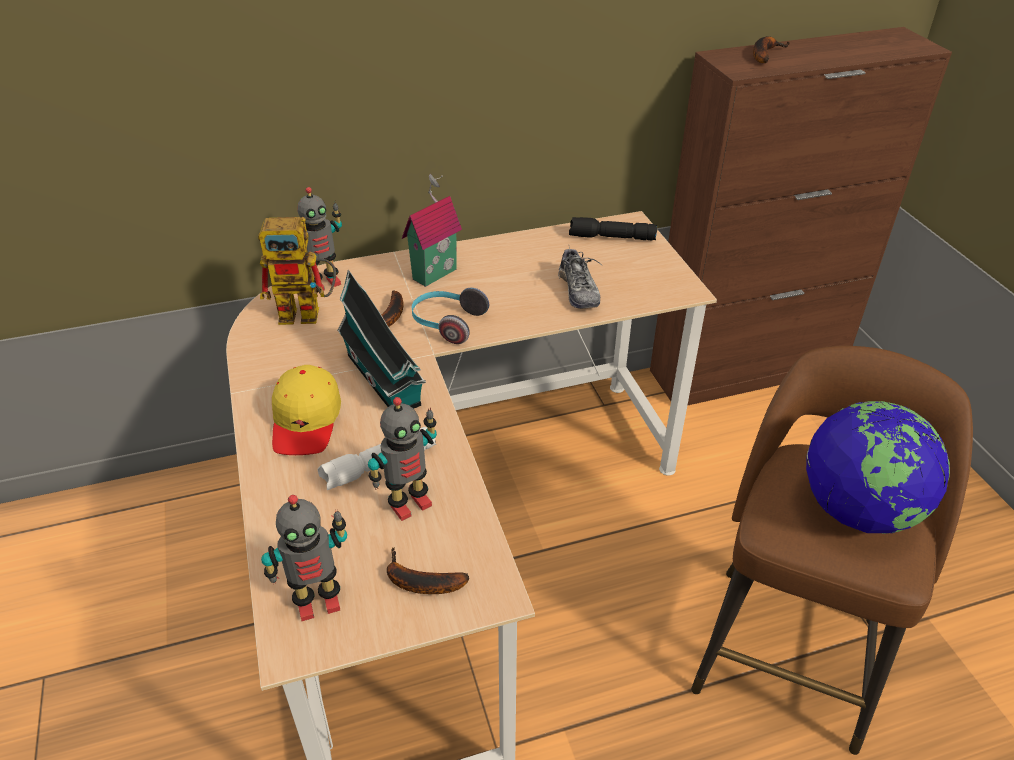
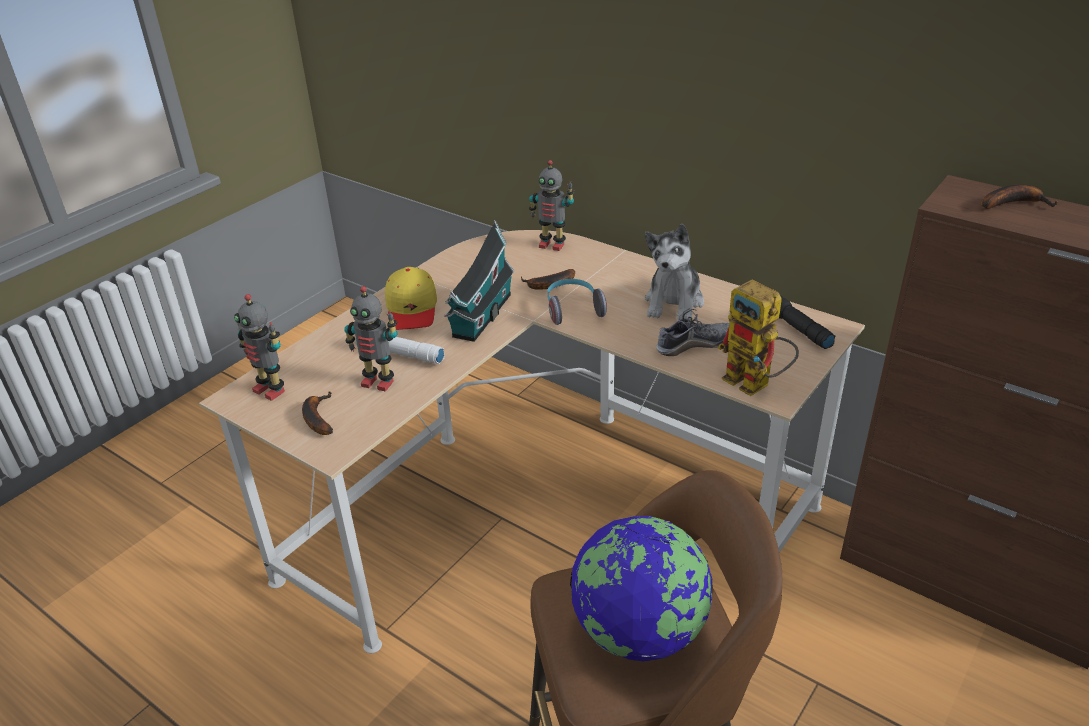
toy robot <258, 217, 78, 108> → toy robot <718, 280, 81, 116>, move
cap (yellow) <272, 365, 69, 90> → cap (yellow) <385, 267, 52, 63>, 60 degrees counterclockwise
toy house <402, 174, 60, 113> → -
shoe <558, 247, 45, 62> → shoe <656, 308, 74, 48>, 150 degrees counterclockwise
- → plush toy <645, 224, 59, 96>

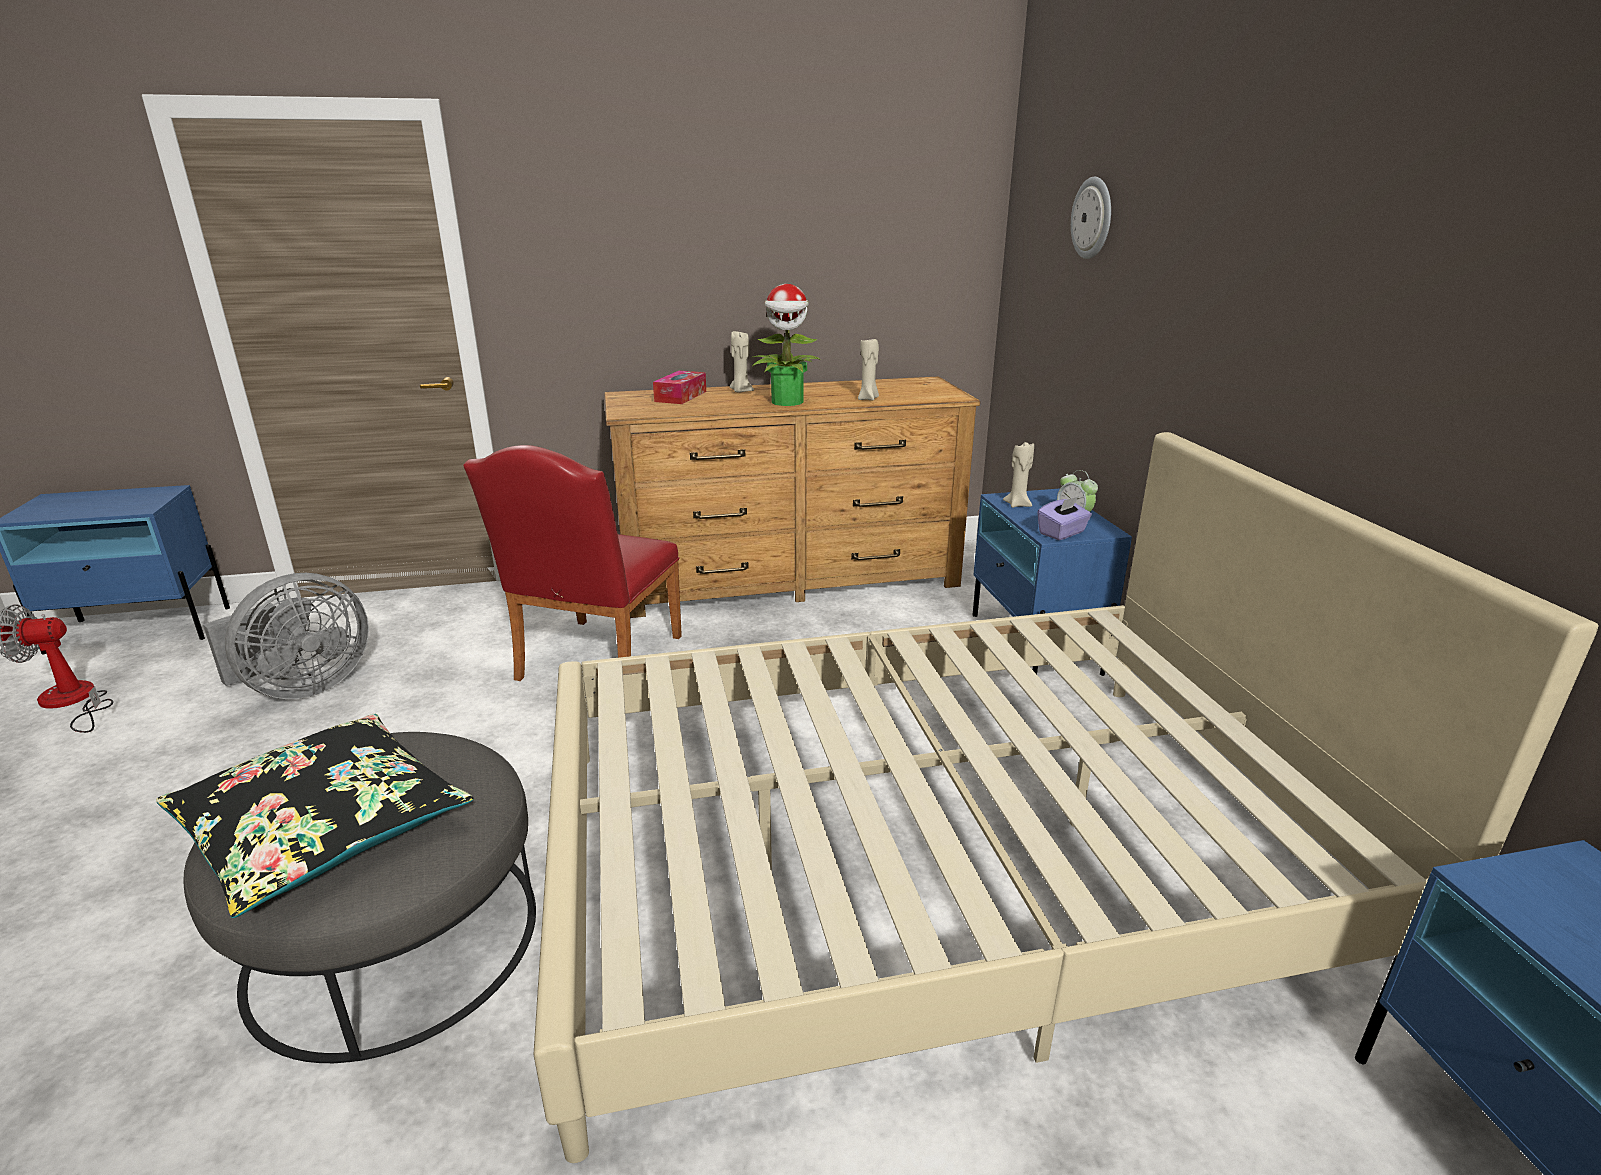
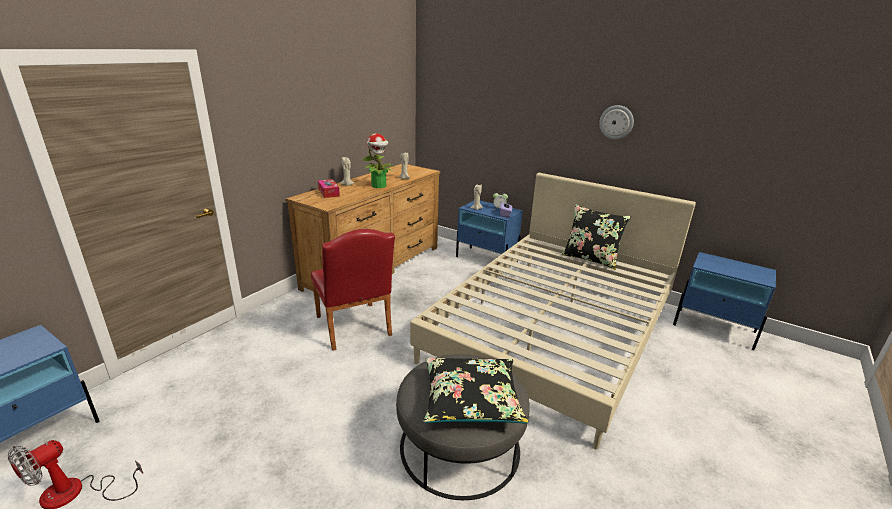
fan (grey) <203, 573, 166, 126> → -
wall clock <1071, 177, 40, 82> → wall clock <599, 105, 35, 35>, move
- → pillow (black) <561, 204, 70, 66>

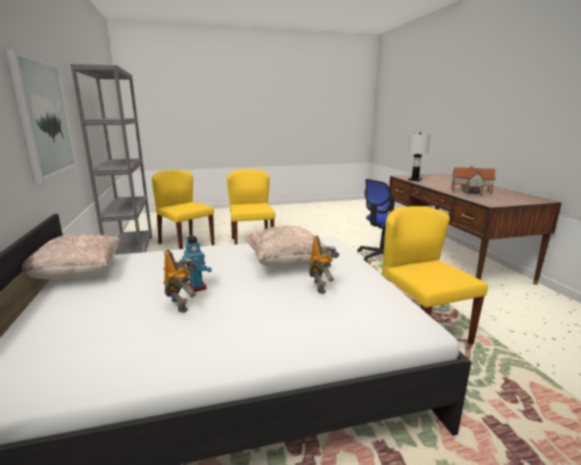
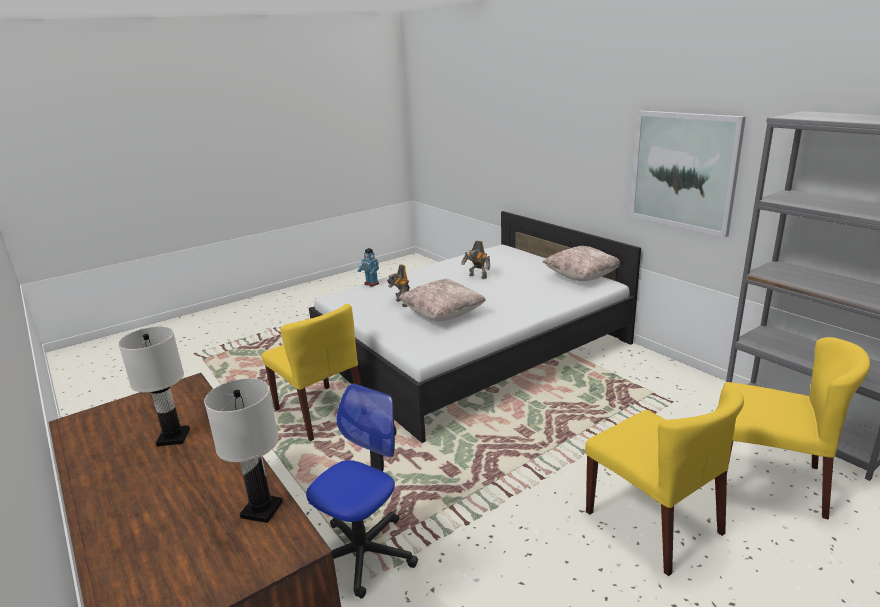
toy robot <182, 236, 30, 56> → toy robot <358, 248, 21, 39>, move
toy house <451, 166, 45, 30> → table lamp (white) <118, 327, 72, 119>

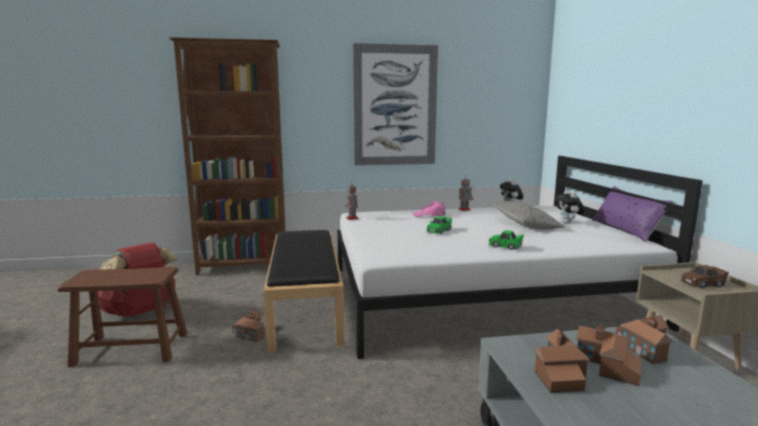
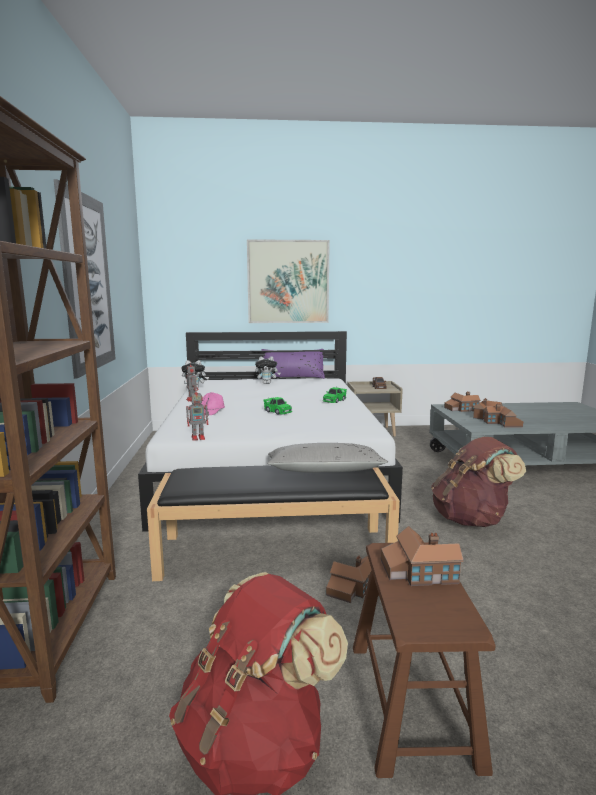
pillow (grey) <491, 201, 73, 29> → pillow (grey) <267, 443, 121, 29>, move
- → picture <247, 239, 83, 84>
- → toy house <381, 526, 83, 60>
- → backpack (brown) <431, 437, 95, 90>

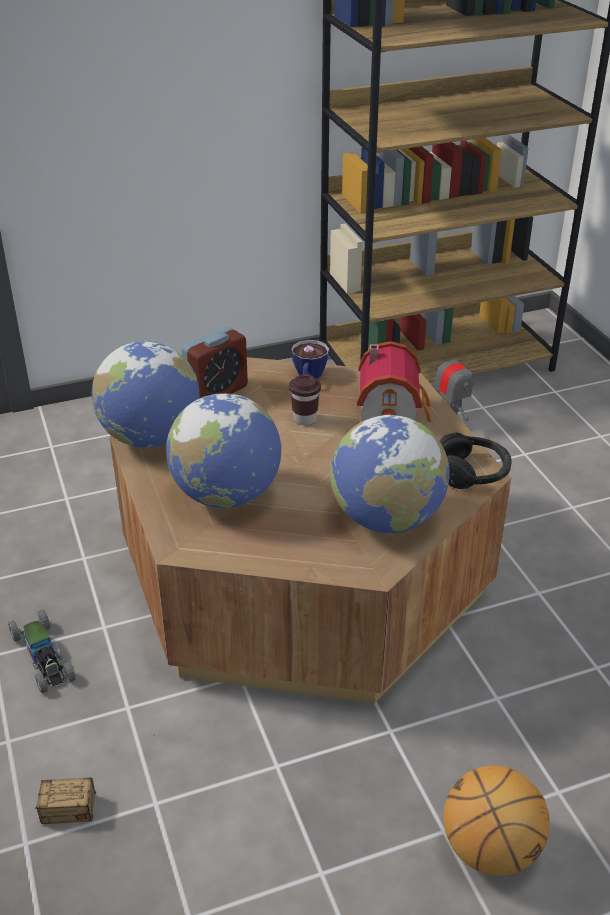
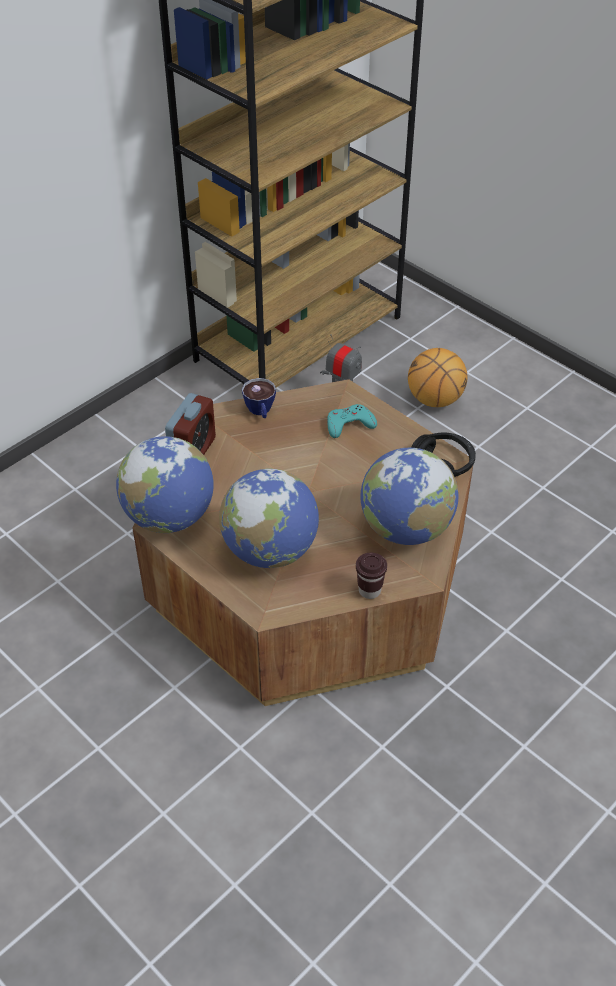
toy car <8, 610, 68, 83> → -
storage box <35, 734, 119, 90> → -
cup (brown) <289, 374, 32, 51> → cup (brown) <356, 553, 31, 46>, move
toy house <357, 341, 75, 81> → game controller (turquoise) <327, 404, 50, 34>
basketball <443, 765, 107, 111> → basketball <408, 348, 60, 59>, move

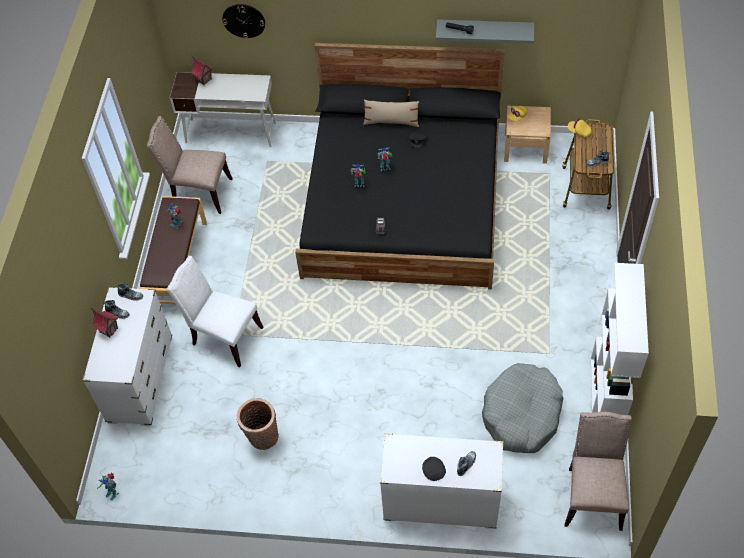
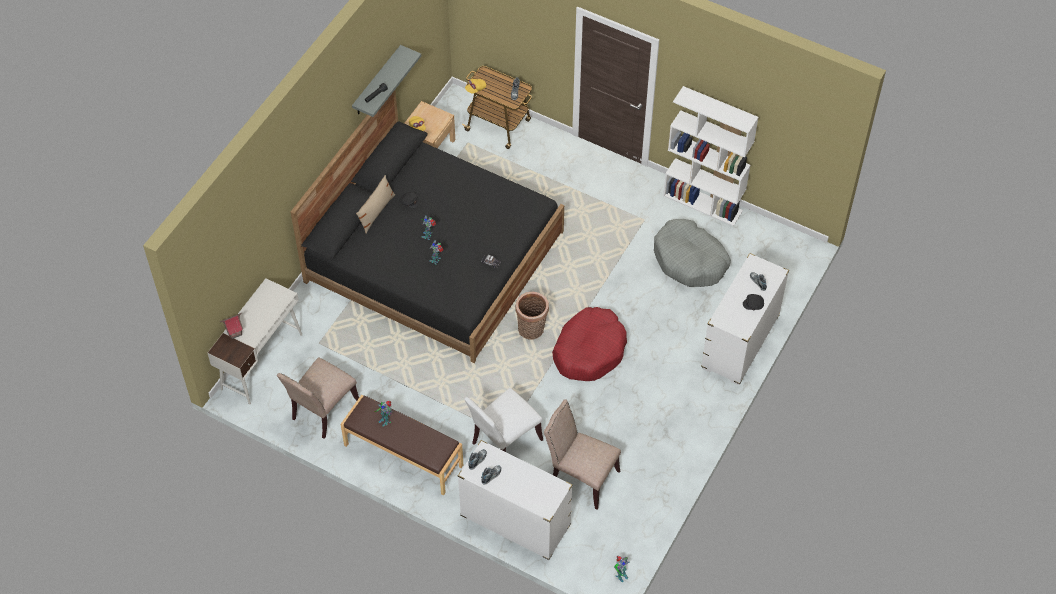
toy house <91, 308, 27, 30> → -
wall clock <222, 4, 43, 35> → -
basket <237, 398, 42, 52> → basket <516, 292, 33, 48>, move
chair (beige) <565, 412, 67, 119> → chair (beige) <544, 399, 77, 111>, move
- → dog bed (red) <552, 307, 75, 74>

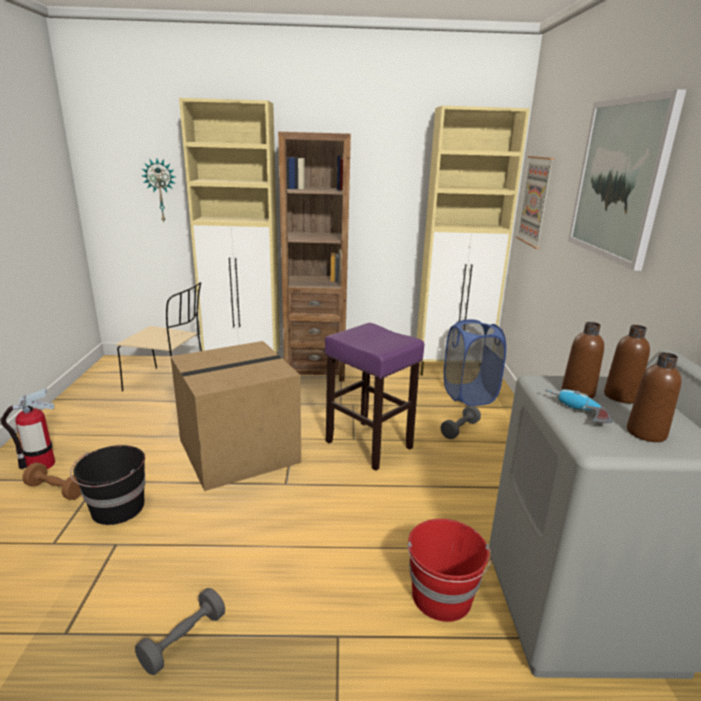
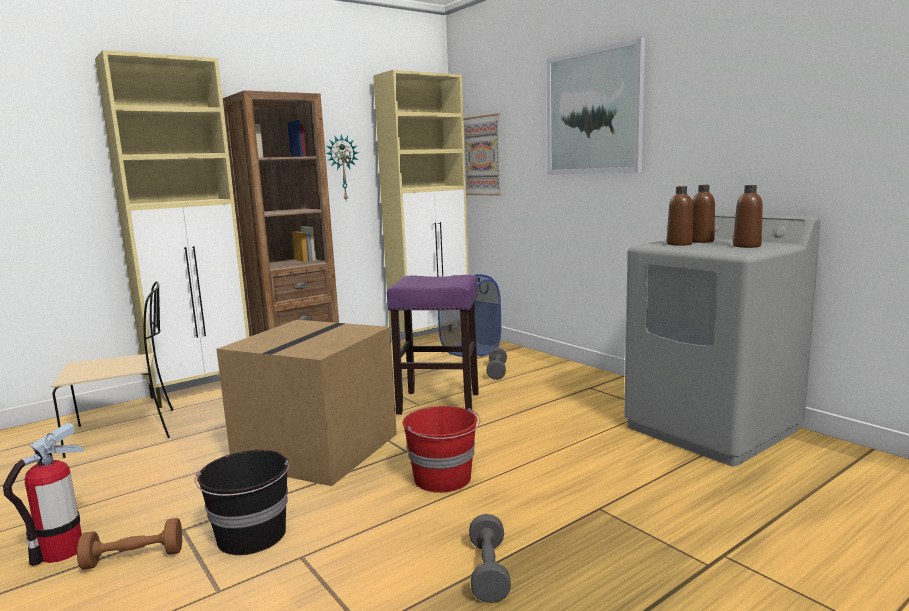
wall clock <142, 159, 34, 63> → wall clock <326, 134, 33, 66>, move
bucket (red) <407, 519, 85, 103> → bucket (red) <403, 406, 77, 87>, move
power drill <545, 389, 67, 34> → -

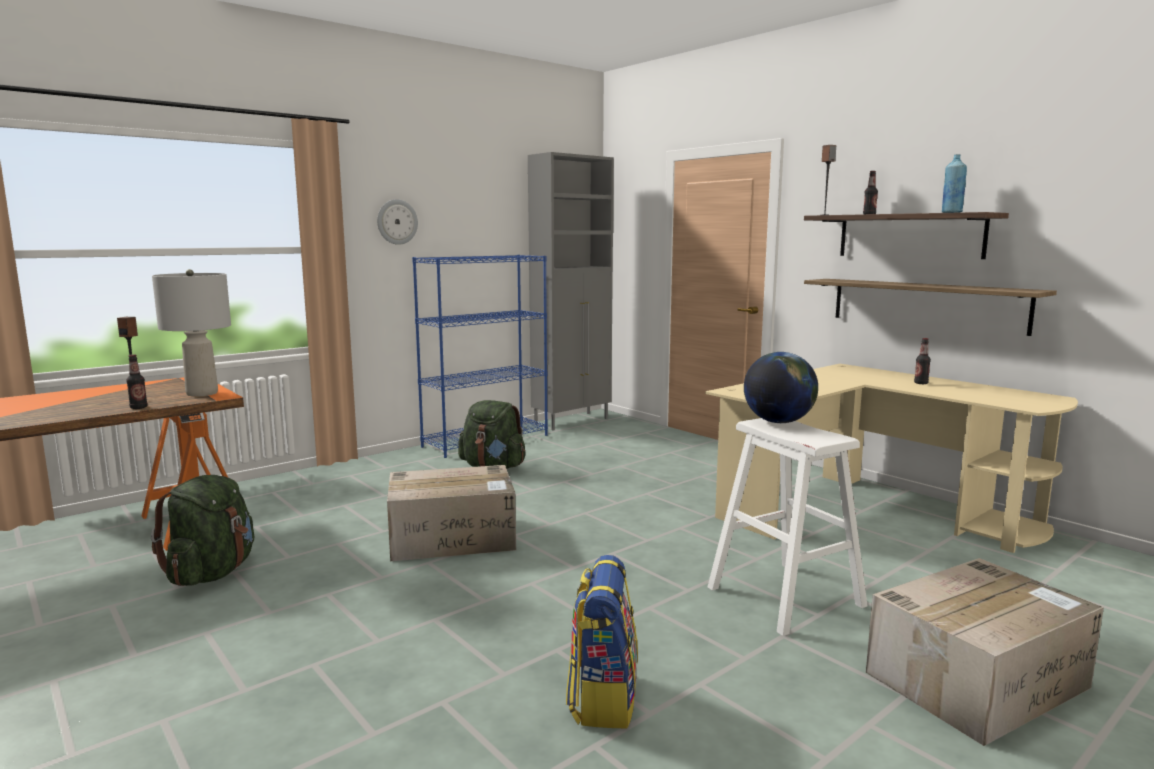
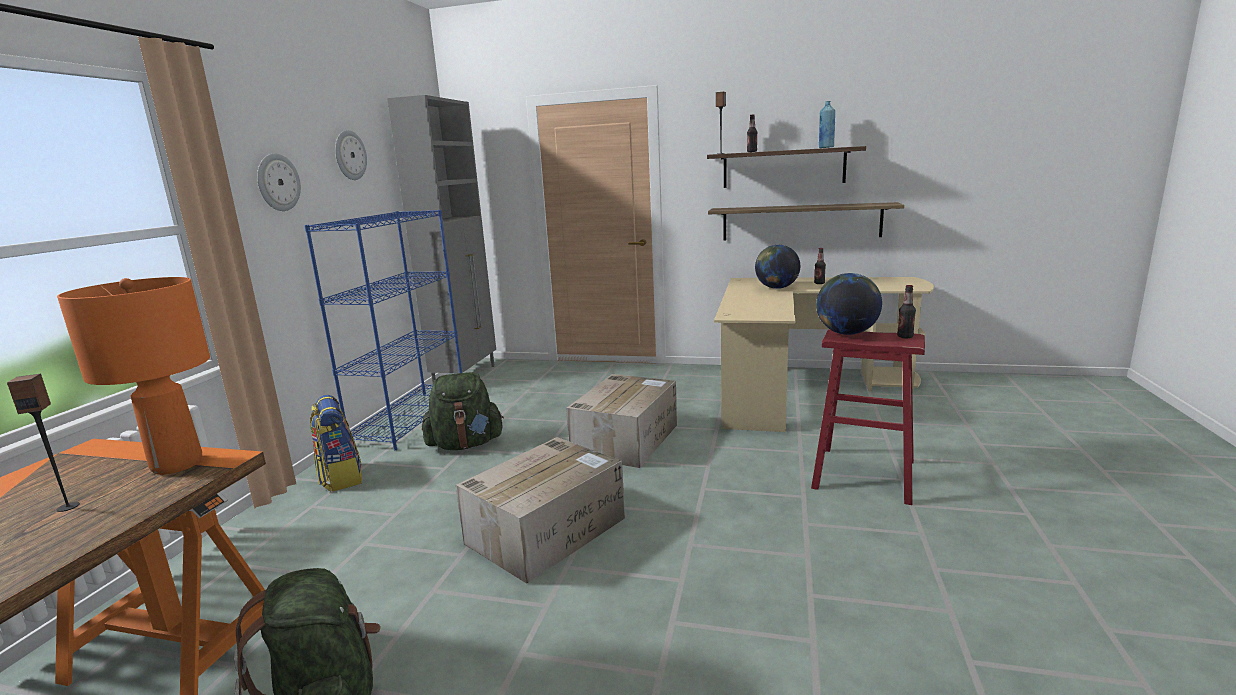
bottle <126, 354, 22, 55> → bottle <897, 285, 19, 53>, move
table lamp (grey) <152, 269, 79, 128> → table lamp (orange) <57, 277, 153, 198>
backpack <566, 555, 72, 173> → backpack <310, 395, 52, 97>, move
stool (white) <708, 418, 160, 218> → stool (red) <811, 329, 114, 176>
cardboard box <866, 558, 238, 188> → cardboard box <566, 374, 111, 94>, move
- → wall clock <335, 130, 32, 50>
- → globe <755, 245, 45, 44>

